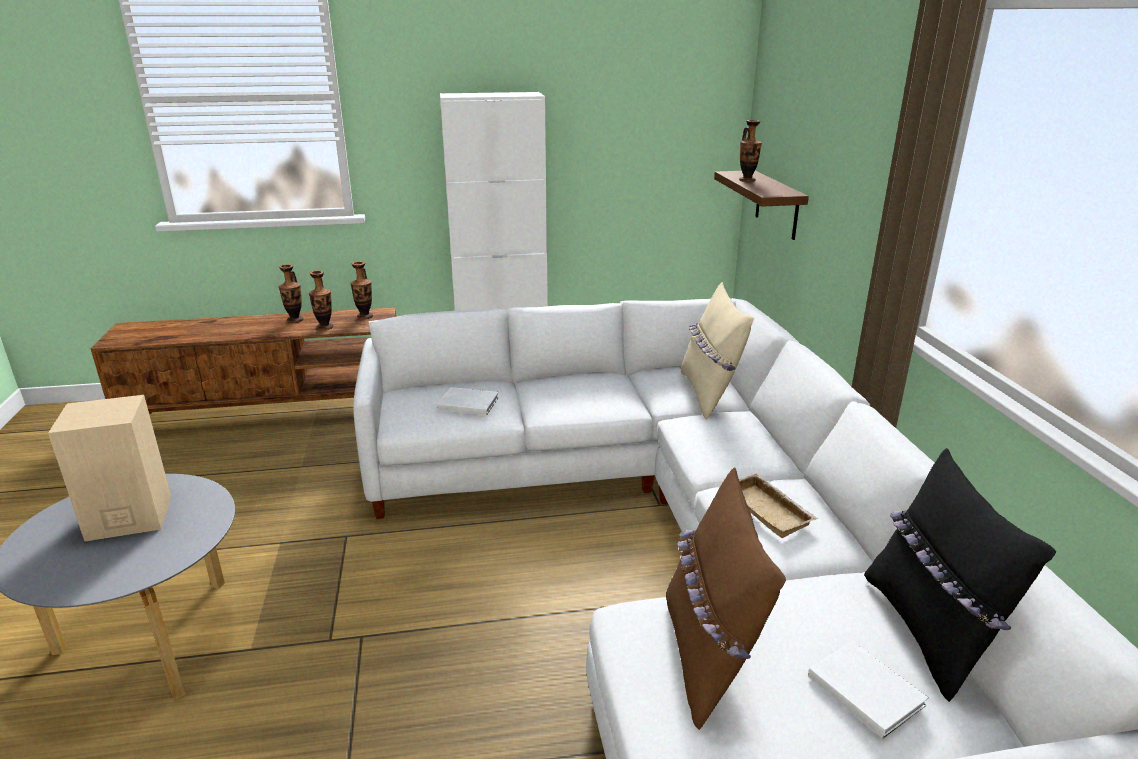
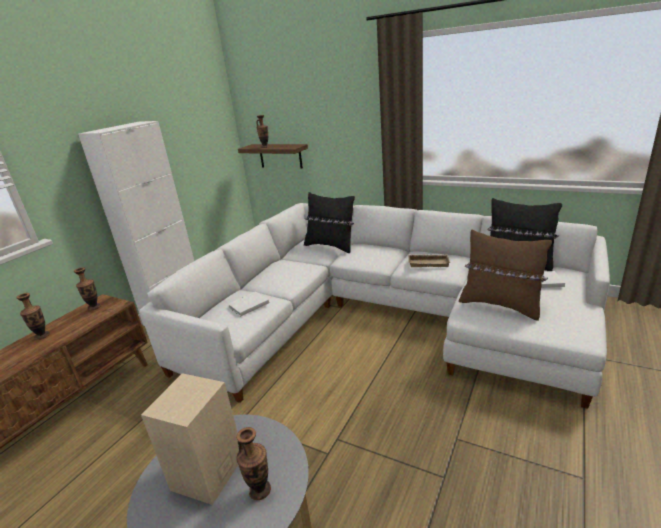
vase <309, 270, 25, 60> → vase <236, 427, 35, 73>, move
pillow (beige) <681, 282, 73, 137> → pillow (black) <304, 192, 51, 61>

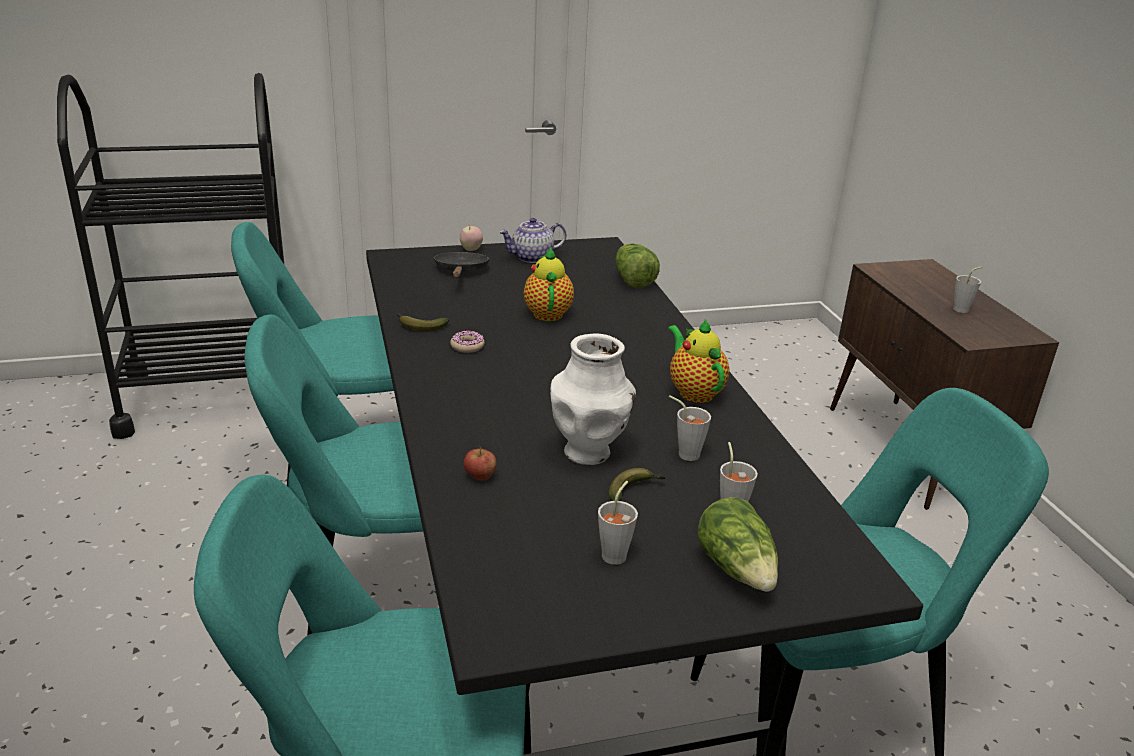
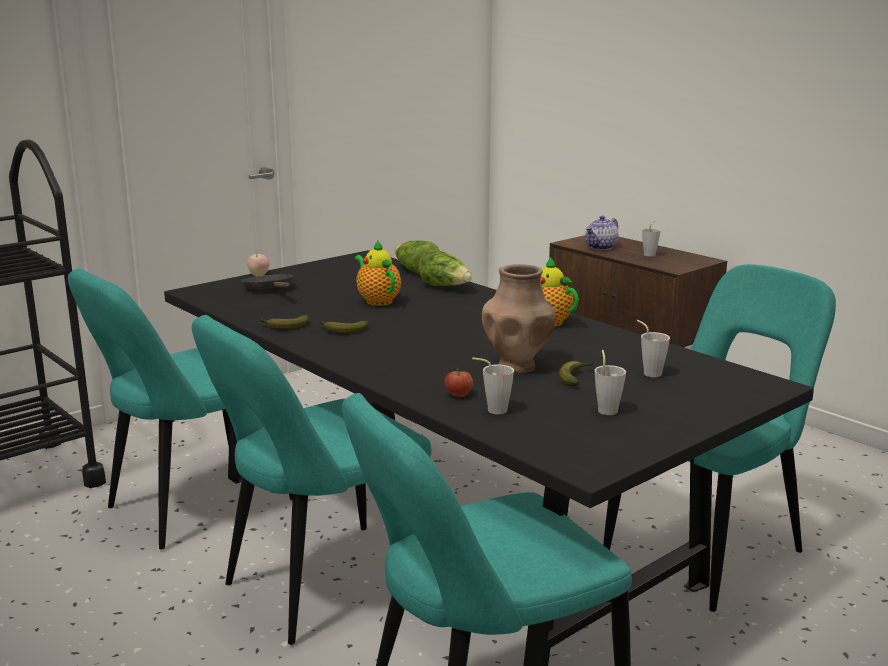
donut <450, 330, 34, 23> → banana <319, 320, 50, 13>
teapot <499, 218, 67, 45> → teapot <585, 216, 34, 34>, move
vase (white) <551, 333, 85, 132> → vase (brown) <482, 264, 74, 109>
cup (grey) <669, 395, 42, 66> → cup (grey) <472, 357, 42, 57>, move
lettuce <697, 497, 81, 95> → lettuce <419, 249, 53, 37>, move

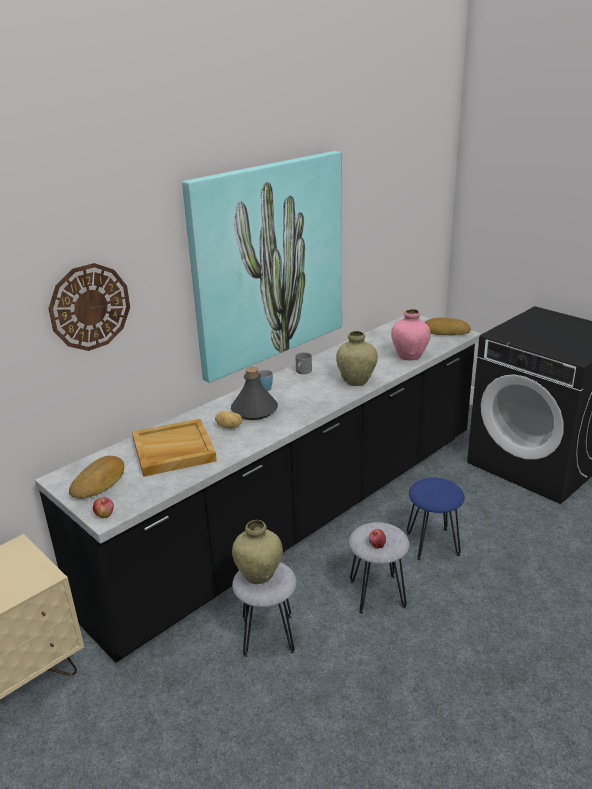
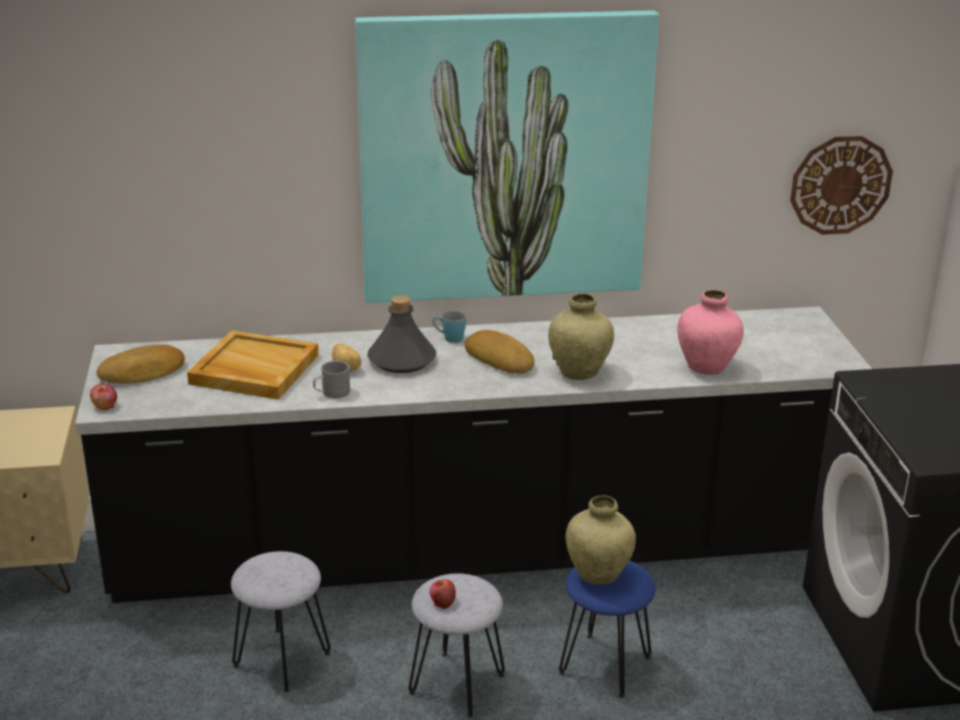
wall clock <48, 263, 82, 88> → wall clock <790, 136, 103, 99>, move
vase (beige) <232, 520, 51, 64> → vase (beige) <566, 495, 70, 90>, move
mug (grey) <295, 352, 17, 22> → mug (grey) <313, 361, 37, 37>, move
bread <425, 317, 46, 18> → bread <465, 330, 70, 44>, move

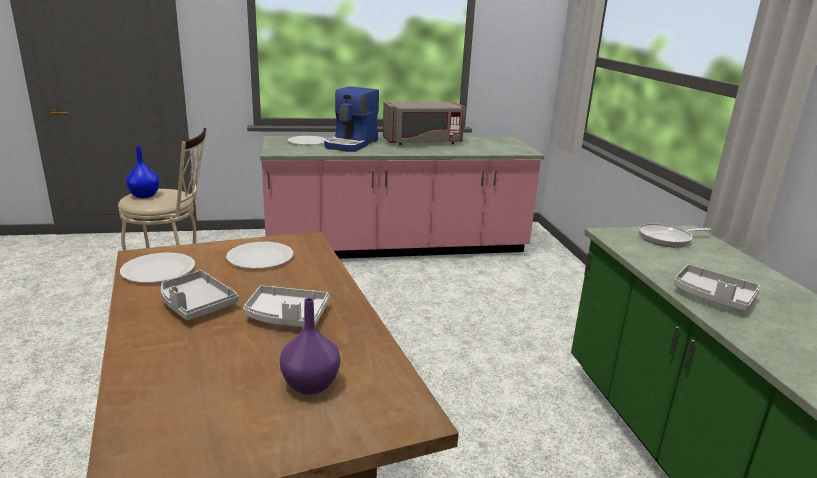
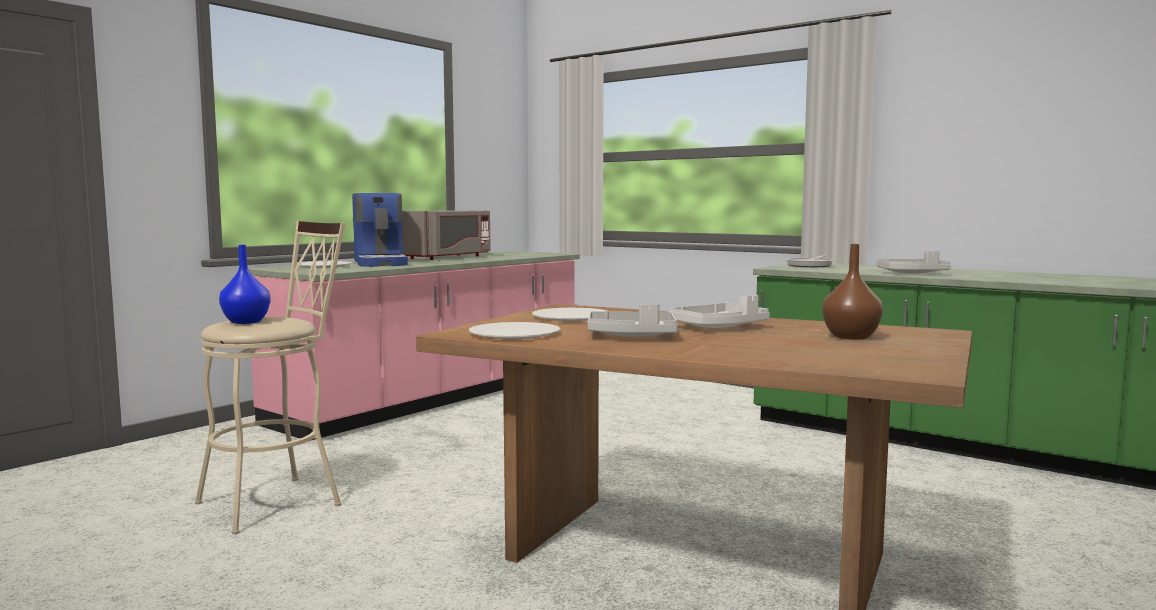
vase (purple) <280, 298, 60, 97> → vase (brown) <822, 244, 61, 96>

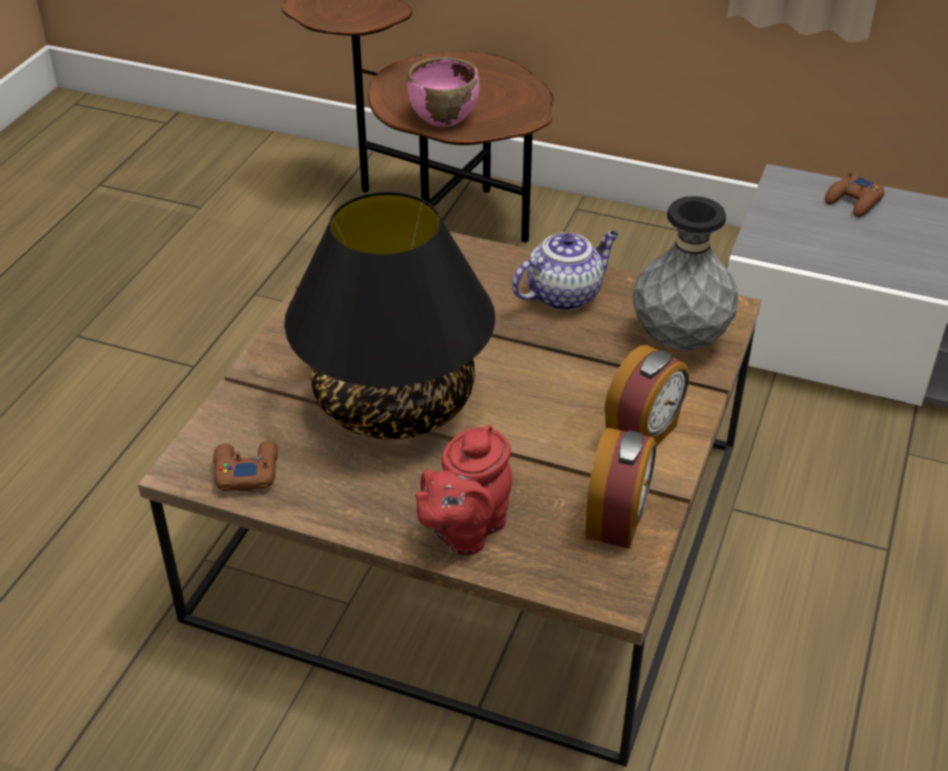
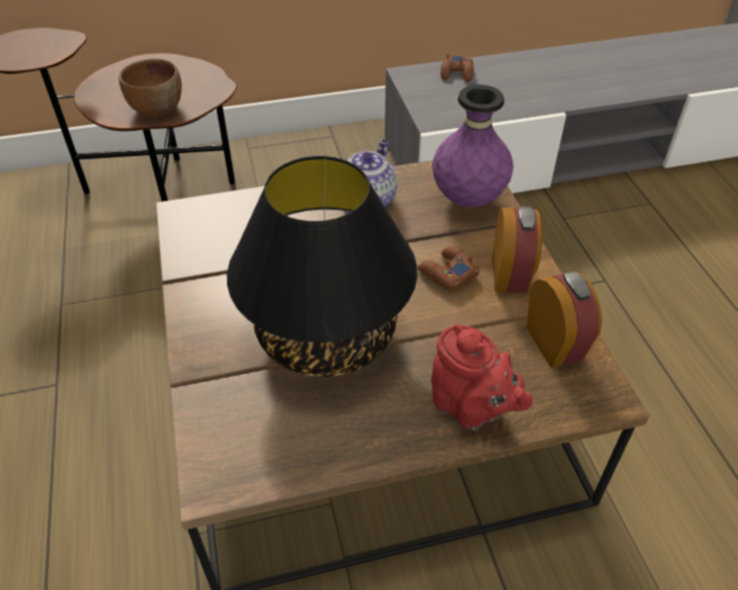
game controller (brown) <214, 441, 64, 50> → game controller (brown) <418, 246, 61, 44>, move
bowl (pink) <407, 57, 72, 70> → bowl (brown) <119, 59, 63, 58>
teapot (red) <415, 424, 97, 131> → teapot (red) <431, 324, 101, 106>, 45 degrees counterclockwise
vase (grey) <633, 196, 106, 155> → vase (purple) <432, 84, 81, 123>

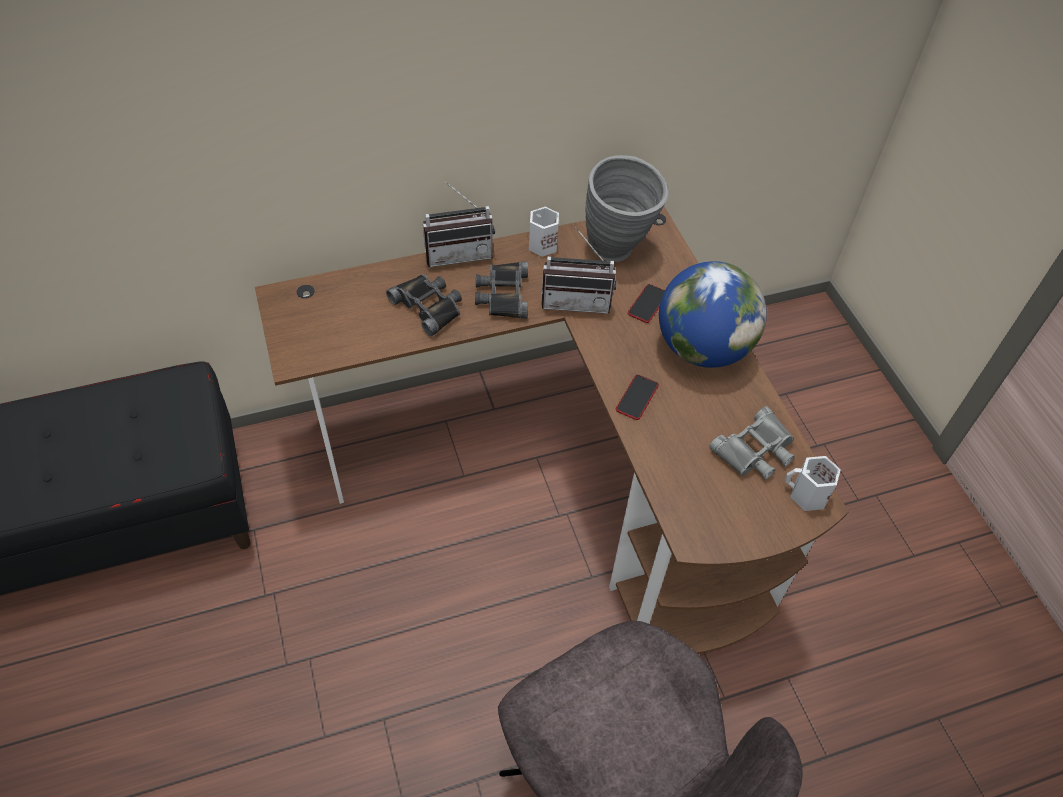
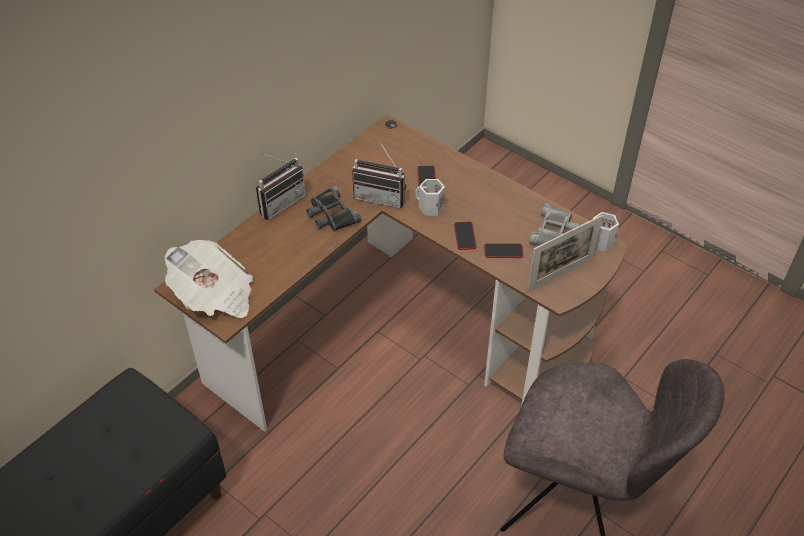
binoculars (black) <386, 274, 76, 62> → -
mug (white) <529, 207, 30, 50> → mug (white) <415, 179, 30, 37>, move
radio <541, 227, 75, 87> → radio <352, 141, 54, 67>, 45 degrees clockwise
vase (grey) <585, 155, 84, 107> → -
globe <659, 261, 108, 107> → -
- → newspaper <165, 240, 88, 78>
- → phone <484, 243, 39, 15>
- → picture frame <528, 215, 75, 76>

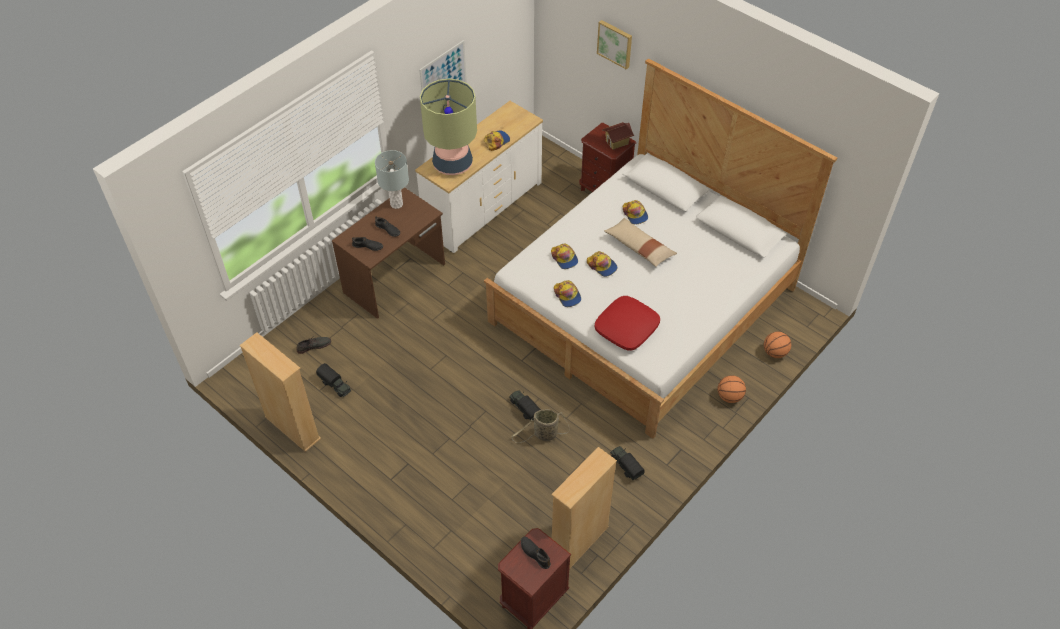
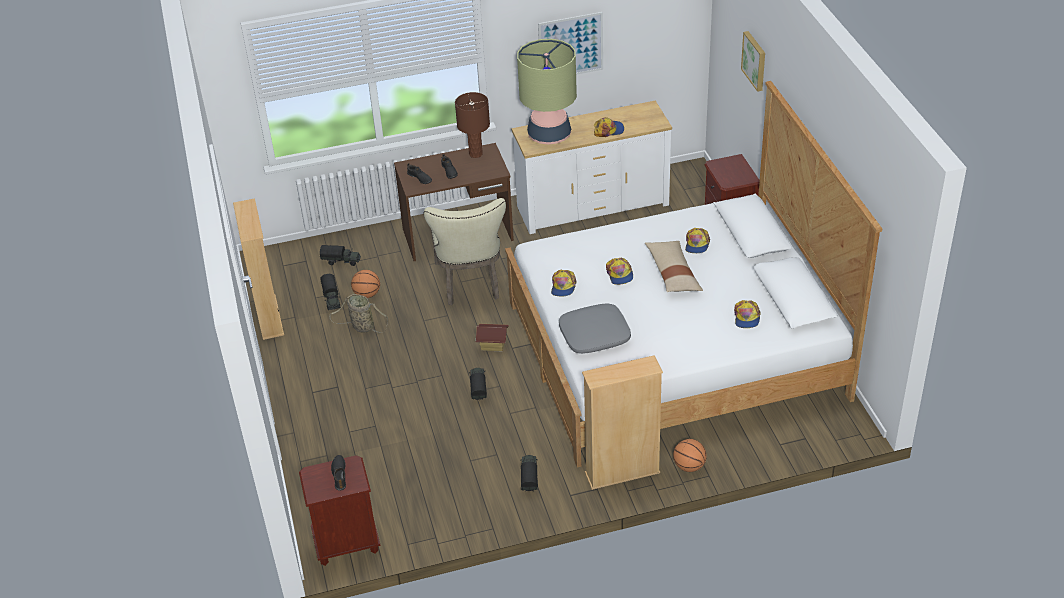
shoe (grey) <296, 337, 35, 17> → toy truck <320, 245, 41, 21>
table lamp (grey) <375, 150, 34, 59> → table lamp (brown) <455, 92, 35, 66>
basket <511, 409, 59, 34> → basket <330, 294, 58, 39>, move
cap <551, 243, 27, 26> → cap <734, 300, 26, 28>, move
bookcase (beige) <551, 447, 66, 122> → bookcase (beige) <582, 355, 81, 135>, move
pillow (red) <595, 296, 65, 55> → pillow (grey) <559, 303, 72, 51>
toy house <602, 122, 33, 28> → toy house <475, 324, 34, 28>, move
basketball <764, 331, 27, 27> → basketball <351, 270, 29, 28>, move
- → chair (beige) <424, 198, 82, 107>

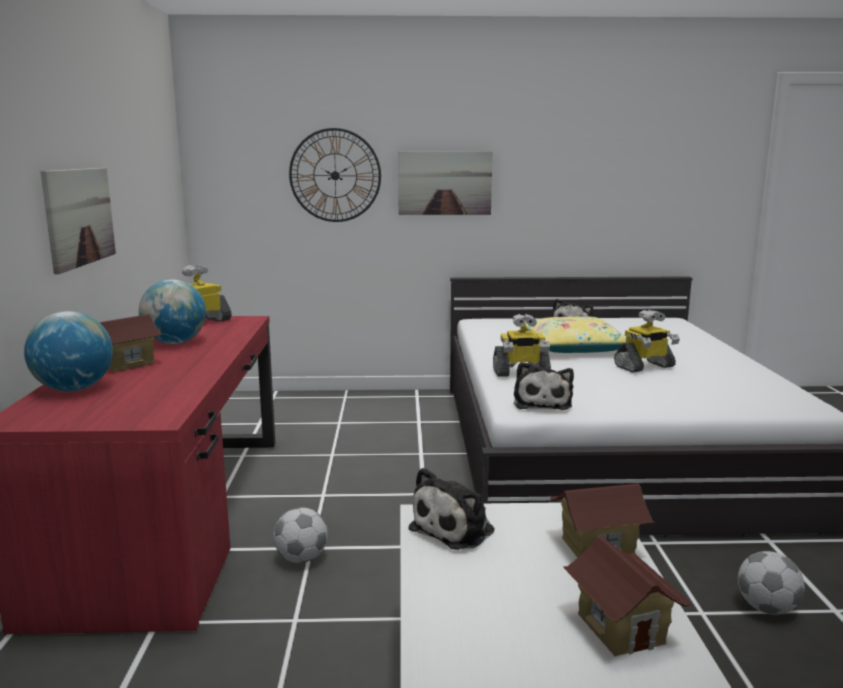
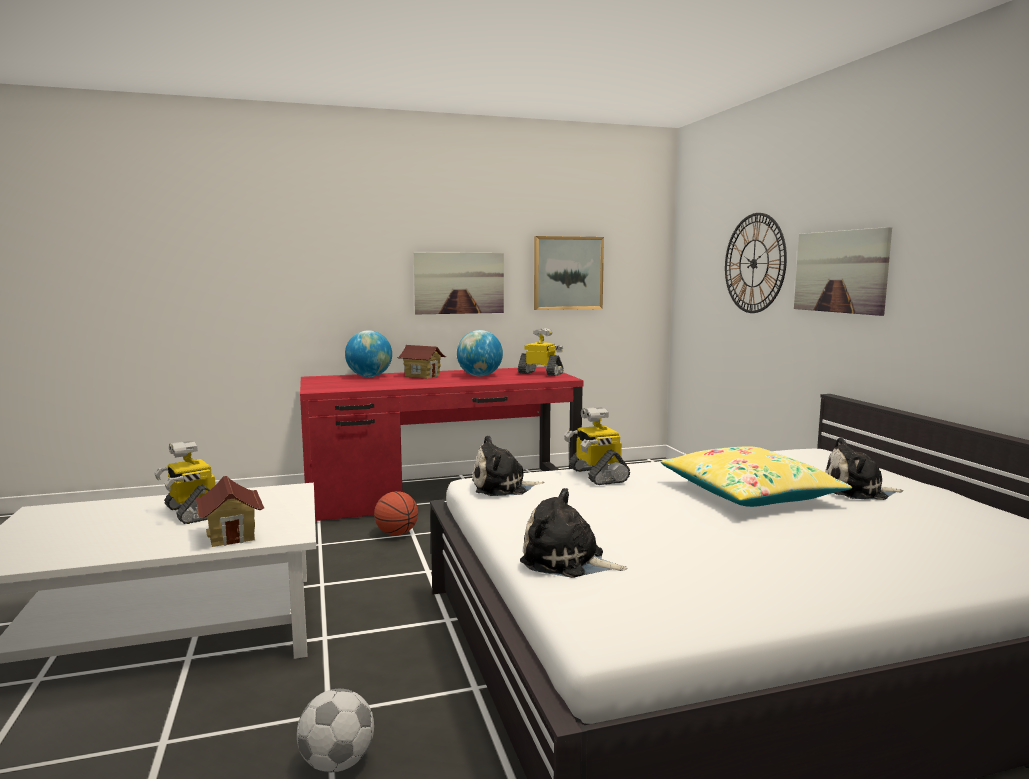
football <273, 507, 55, 56> → basketball <374, 491, 44, 44>
plush toy <408, 468, 87, 82> → plush toy <520, 488, 108, 90>, move
toy house <563, 535, 129, 121> → -
toy robot <614, 309, 66, 63> → toy robot <154, 441, 61, 83>, move
- → picture <534, 236, 70, 74>

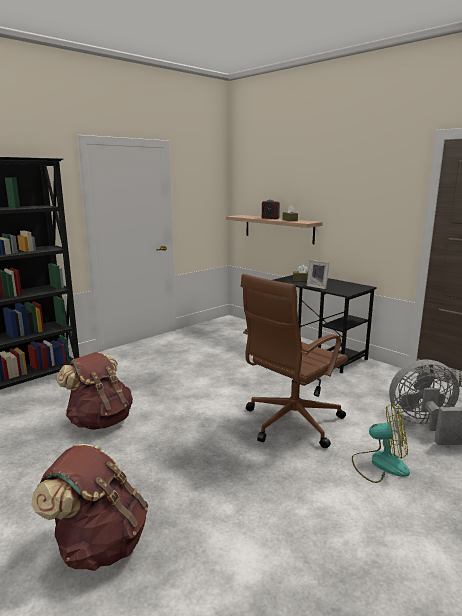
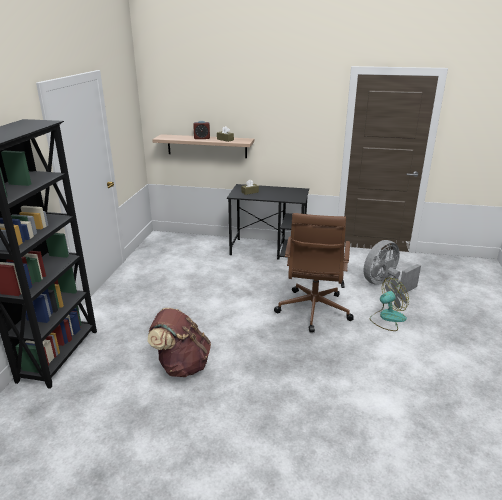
backpack (brown) <31, 444, 117, 127> → -
picture frame <306, 260, 24, 29> → -

